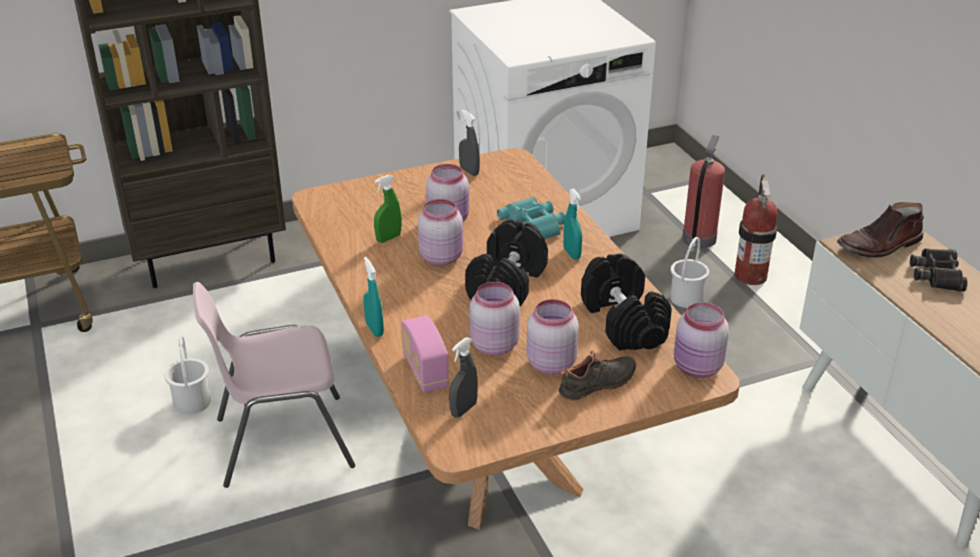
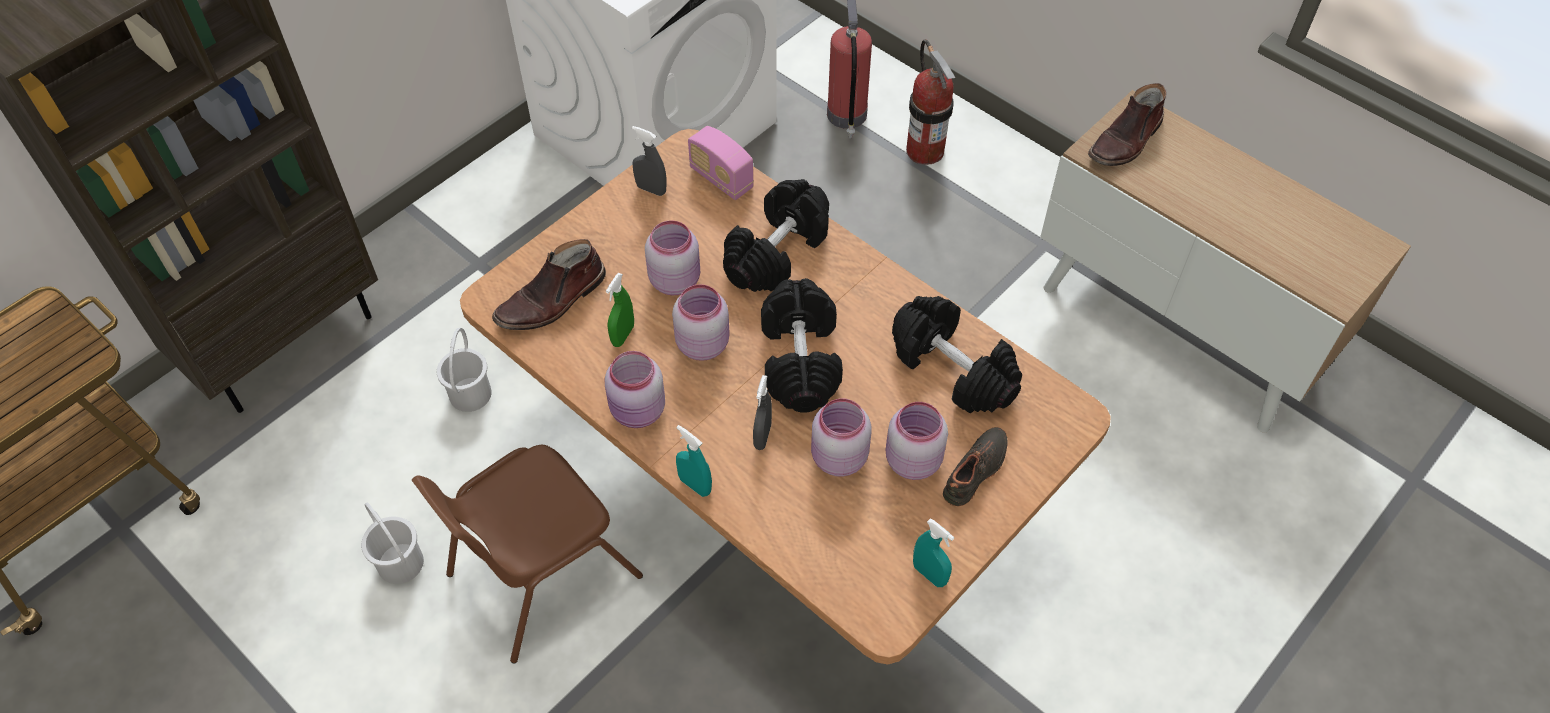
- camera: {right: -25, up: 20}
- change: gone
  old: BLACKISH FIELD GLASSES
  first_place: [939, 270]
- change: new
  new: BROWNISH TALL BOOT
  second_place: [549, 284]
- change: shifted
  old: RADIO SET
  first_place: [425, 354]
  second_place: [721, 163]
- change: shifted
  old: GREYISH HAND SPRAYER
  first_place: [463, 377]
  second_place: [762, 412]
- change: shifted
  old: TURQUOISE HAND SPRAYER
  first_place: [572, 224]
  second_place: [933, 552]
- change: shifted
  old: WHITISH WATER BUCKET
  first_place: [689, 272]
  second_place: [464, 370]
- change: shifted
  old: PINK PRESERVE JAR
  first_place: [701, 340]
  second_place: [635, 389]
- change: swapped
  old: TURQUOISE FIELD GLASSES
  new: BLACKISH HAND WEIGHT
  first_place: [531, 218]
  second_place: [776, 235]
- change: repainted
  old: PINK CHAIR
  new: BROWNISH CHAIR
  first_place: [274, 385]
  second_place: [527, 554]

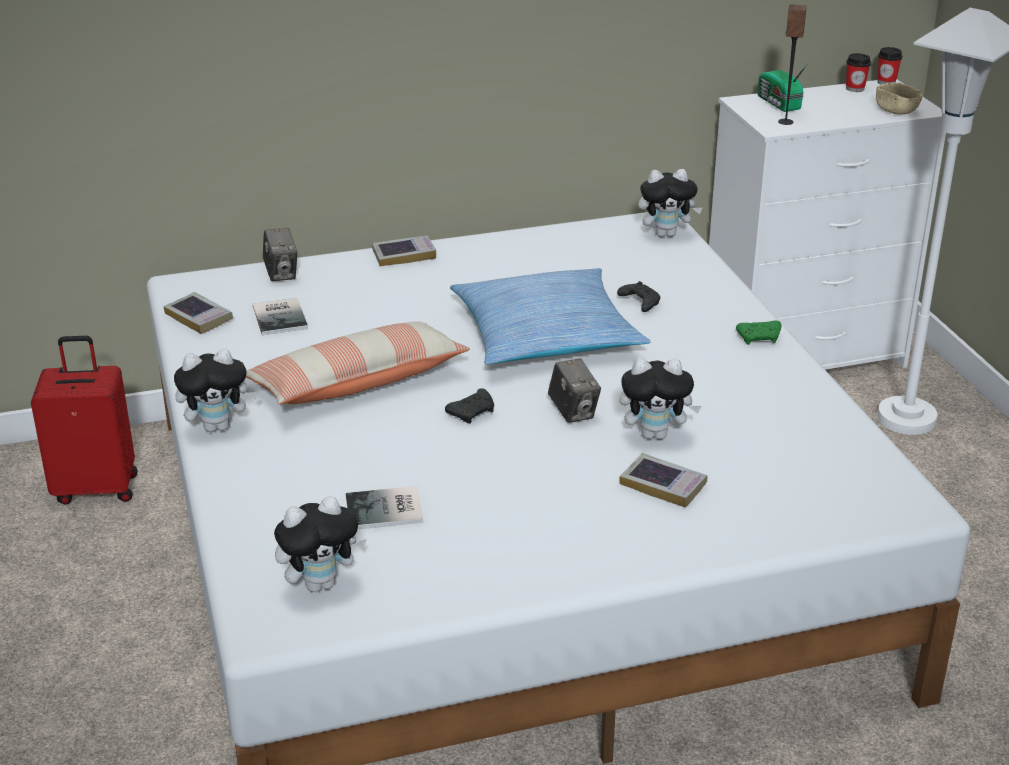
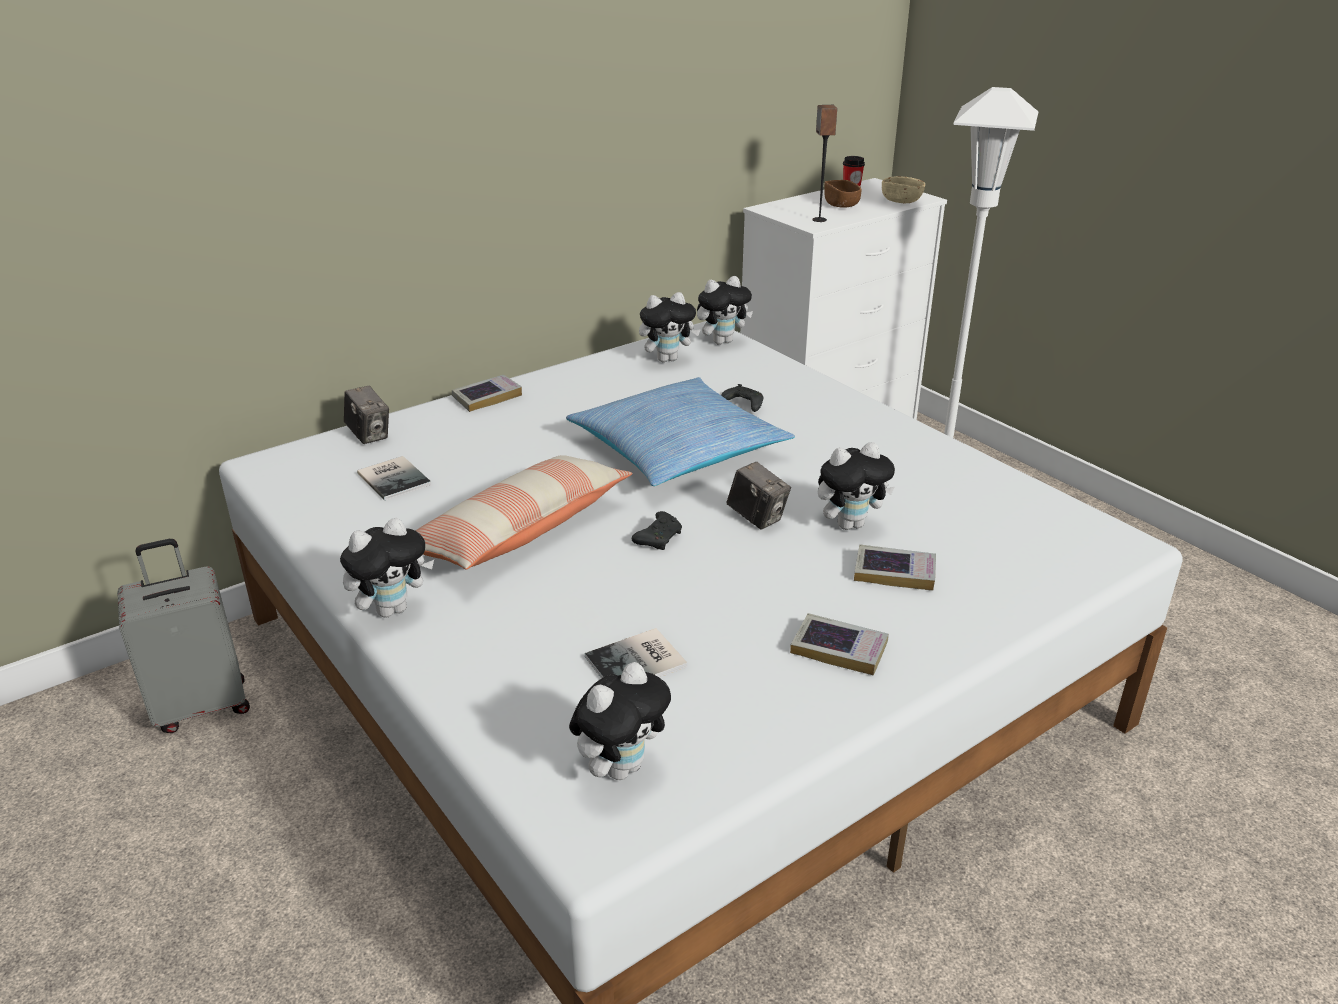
- camera: {right: -20, up: 0}
- change: gone
  old: GREEN GAME CONTROLLER
  first_place: [758, 333]
- change: gone
  old: RADIO SET
  first_place: [783, 87]
- change: gone
  old: DRINKING CUP
  first_place: [889, 65]
- change: new
  new: SOFT TOY
  second_place: [670, 327]
- change: new
  new: BROWNISH DEEP DISH
  second_place: [843, 194]
- change: shifted
  old: BOUND BOOK
  first_place: [198, 313]
  second_place: [839, 644]
- change: repainted
  old: REDDISH SUITCASE
  new: GREYISH SUITCASE
  first_place: [84, 420]
  second_place: [183, 636]

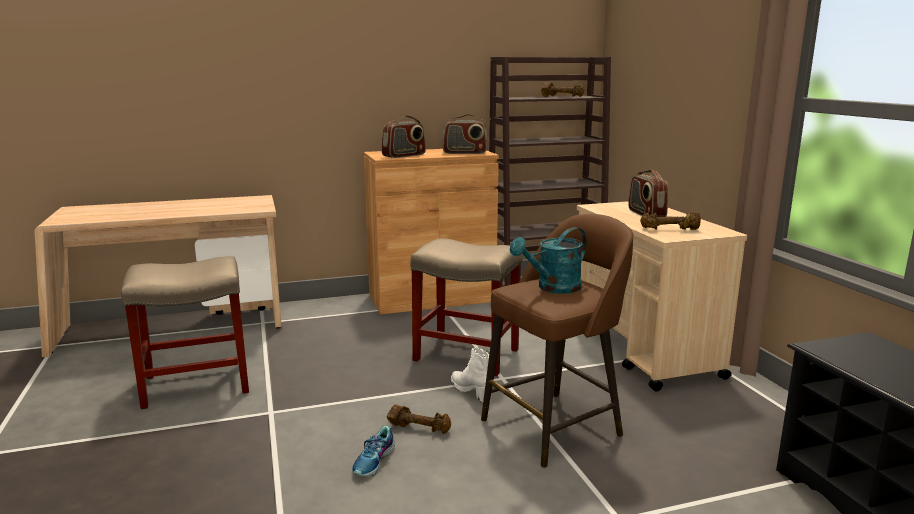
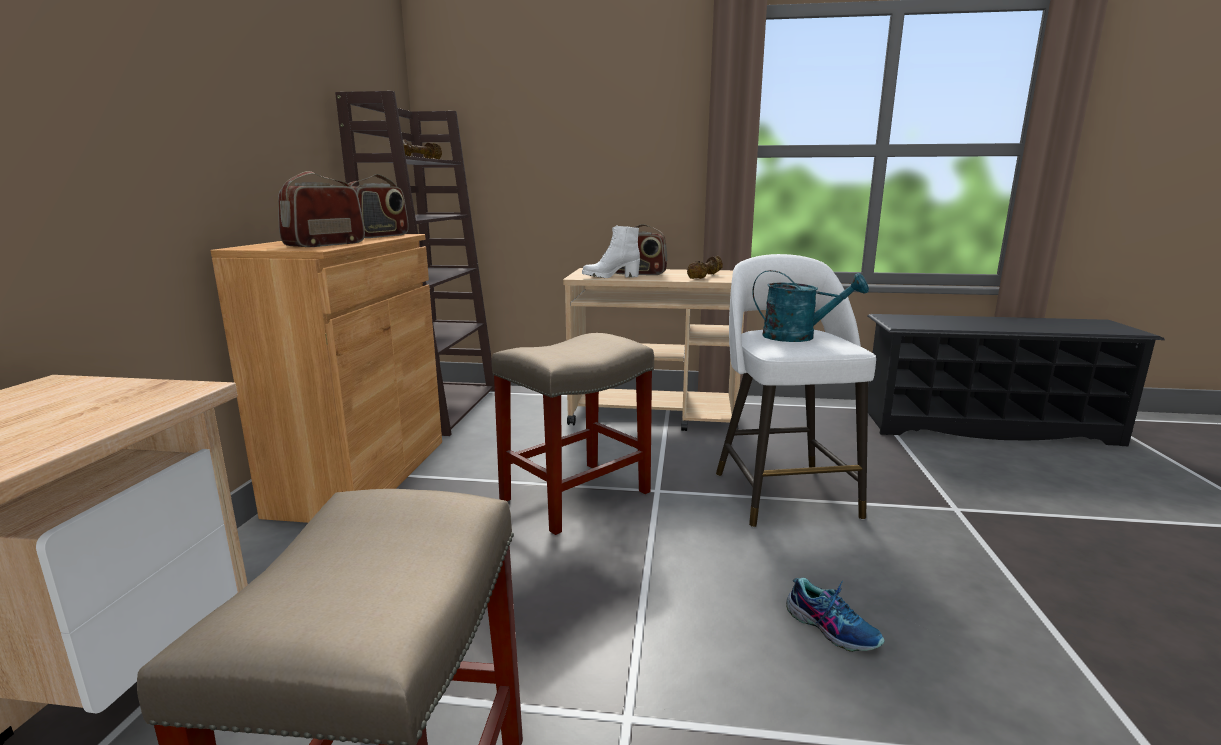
- camera: {right: -65, up: 0}
- change: gone
  old: BROWNISH HAND WEIGHT
  first_place: [419, 419]
- change: shifted
  old: WHITISH TALL BOOT
  first_place: [471, 374]
  second_place: [611, 251]
- change: repainted
  old: BROWNISH STOOL
  new: WHITISH STOOL
  first_place: [557, 341]
  second_place: [796, 390]
- change: rotated
  old: RADIO SET
  first_place: [404, 136]
  second_place: [321, 209]
  degrees: -135
- change: rotated
  old: TURQUOISE SPRINKLING CAN
  first_place: [548, 260]
  second_place: [810, 306]
  degrees: -60

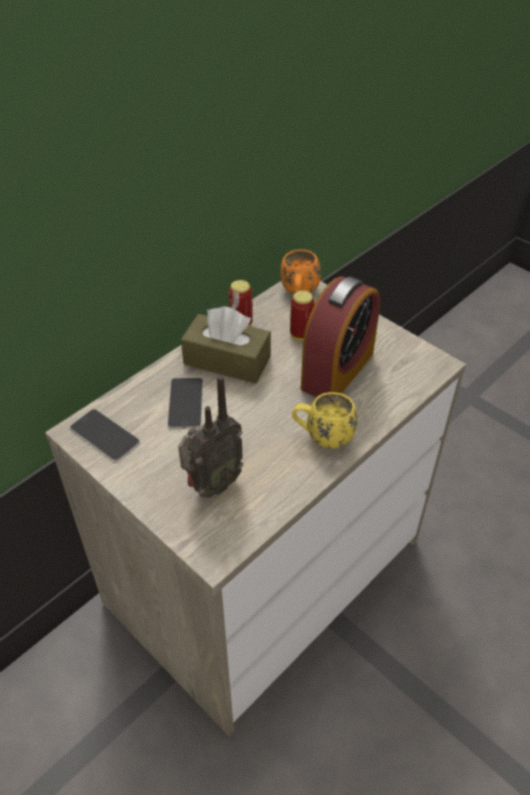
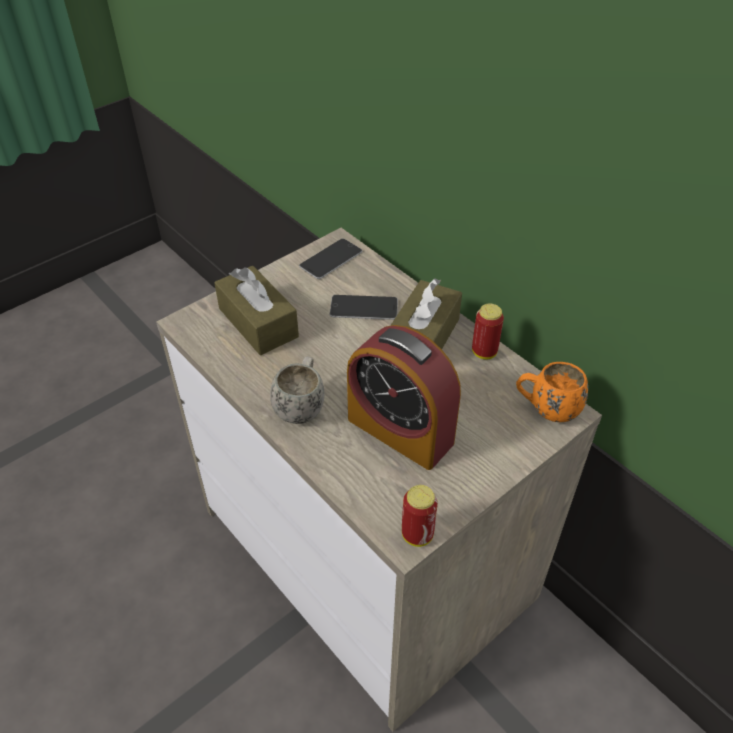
- camera: {right: 95, up: 0}
- change: shifted
  old: METAL CAN
  first_place: [302, 315]
  second_place: [420, 516]
- change: swapped
  old: RADIO SET
  new: BROWNISH TISSUE HOLDER
  first_place: [210, 436]
  second_place: [256, 310]
- change: repainted
  old: YELLOW TEA MUG
  new: WHITISH TEA MUG
  first_place: [324, 420]
  second_place: [297, 390]

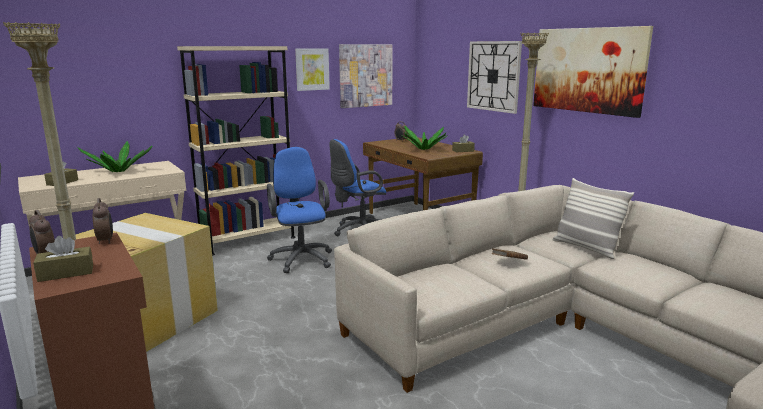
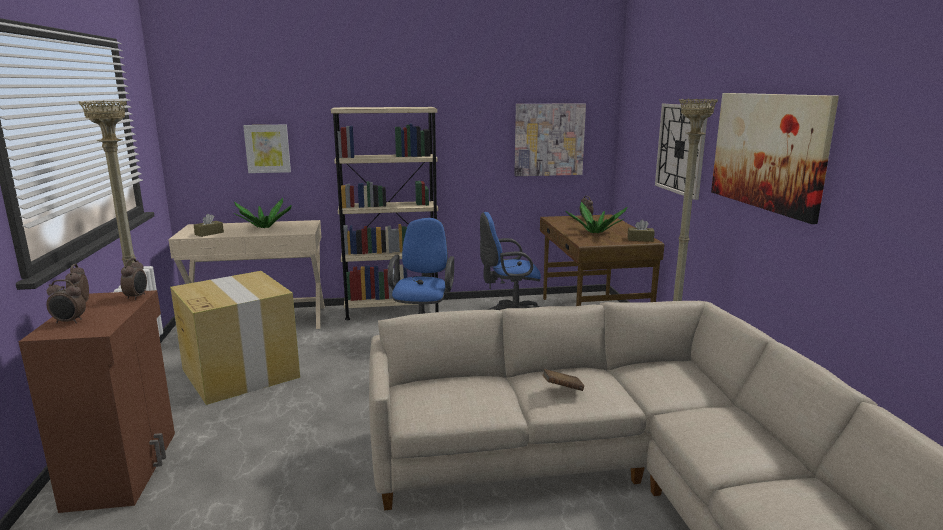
- camera: {right: 25, up: 0}
- change: gone
  old: CUSHION
  first_place: [593, 218]
- change: shifted
  old: PICTURE
  first_place: [312, 69]
  second_place: [267, 149]
- change: swapped
  old: BROWNISH TISSUE HOLDER
  new: ALARM CLOCK
  first_place: [63, 259]
  second_place: [66, 301]

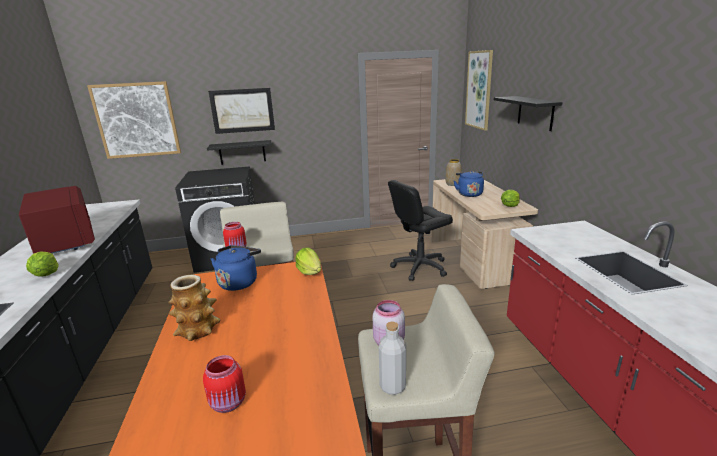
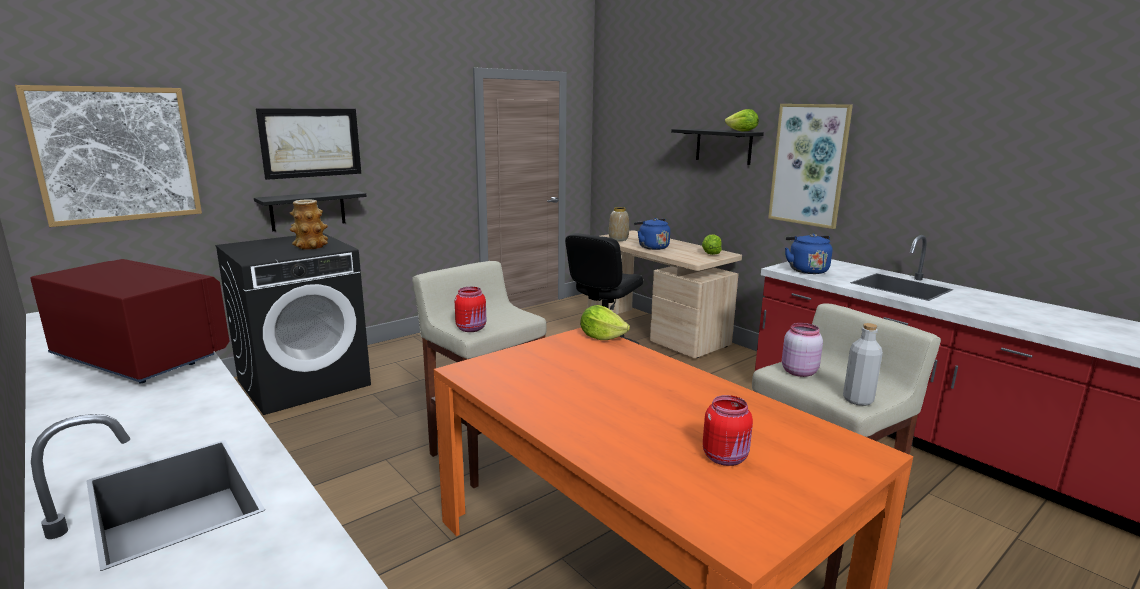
- camera: {right: -30, up: -5}
- change: shifted
  old: LETTUCE HEAD
  first_place: [42, 264]
  second_place: [742, 120]
- change: shifted
  old: FLOWER VASE
  first_place: [194, 308]
  second_place: [308, 224]
- change: shifted
  old: BLUE-COLOURED TEA KETTLE
  first_place: [236, 268]
  second_place: [809, 254]
- change: shifted
  old: PICTURE
  first_place: [479, 90]
  second_place: [810, 166]

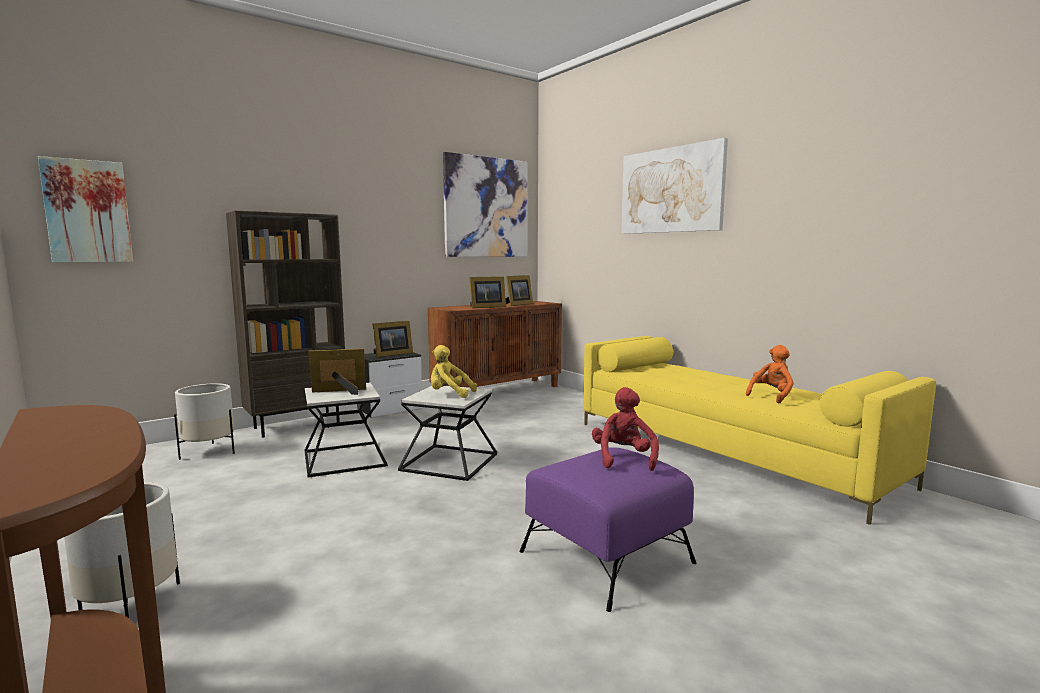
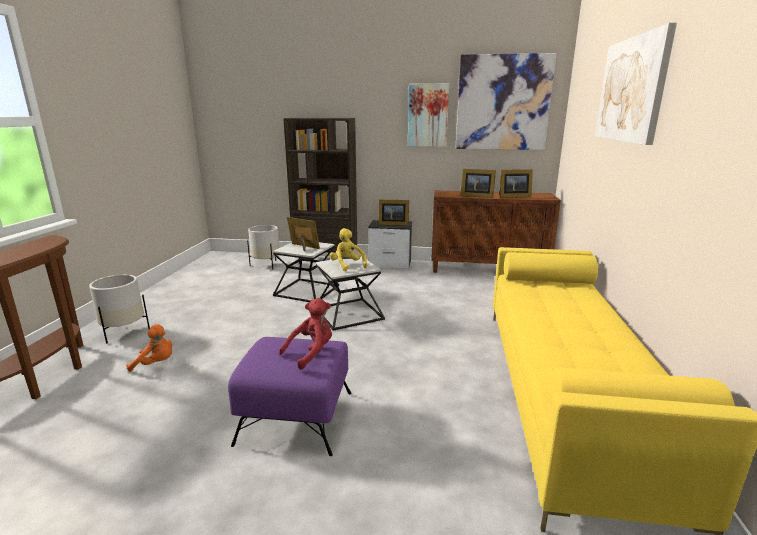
- camera: {right: 45, up: 10}
- change: shifted
  old: PICTURE
  first_place: [85, 209]
  second_place: [428, 115]
- change: shifted
  old: ORANGE SOFT TOY
  first_place: [769, 374]
  second_place: [149, 348]

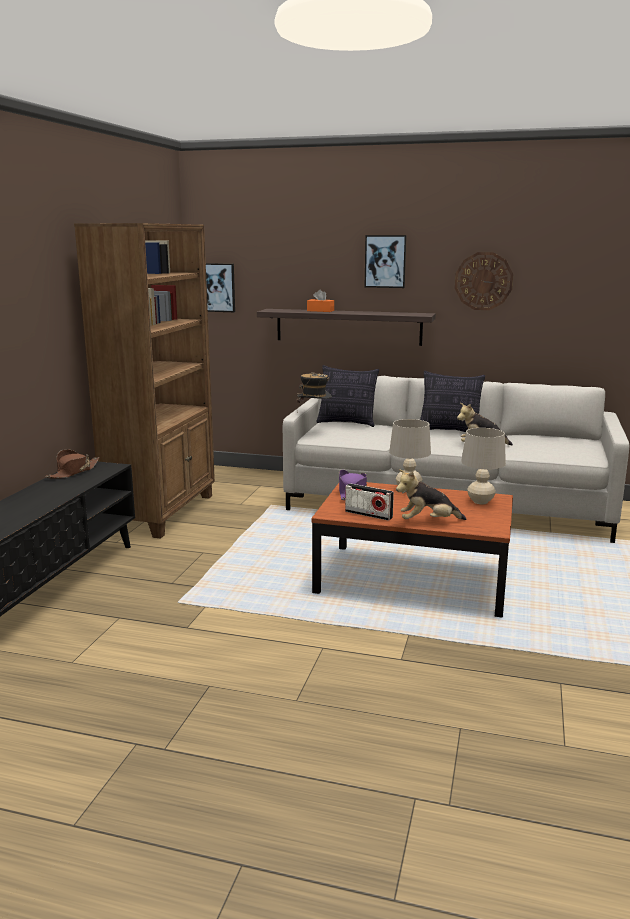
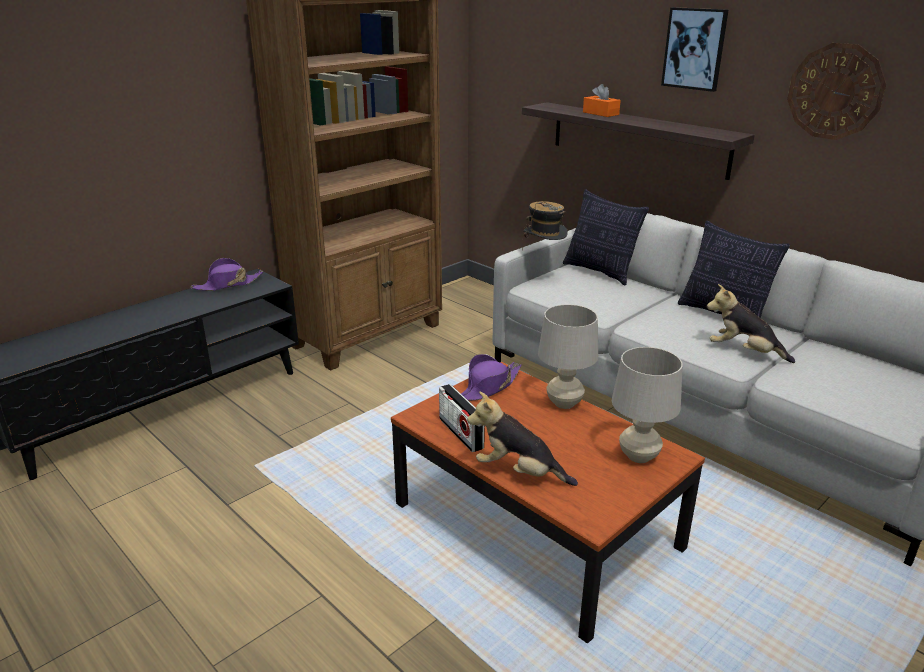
- camera: {right: 30, up: 10}
- change: gone
  old: PICTURE
  first_place: [220, 287]
- change: repainted
  old: BROWNISH CLOTHING HAT
  new: PURPLE CLOTHING HAT
  first_place: [72, 464]
  second_place: [227, 274]

